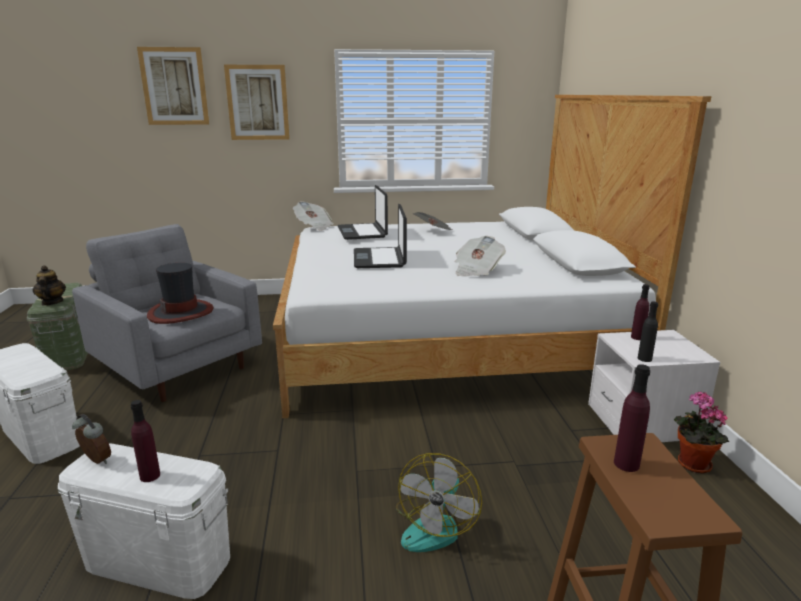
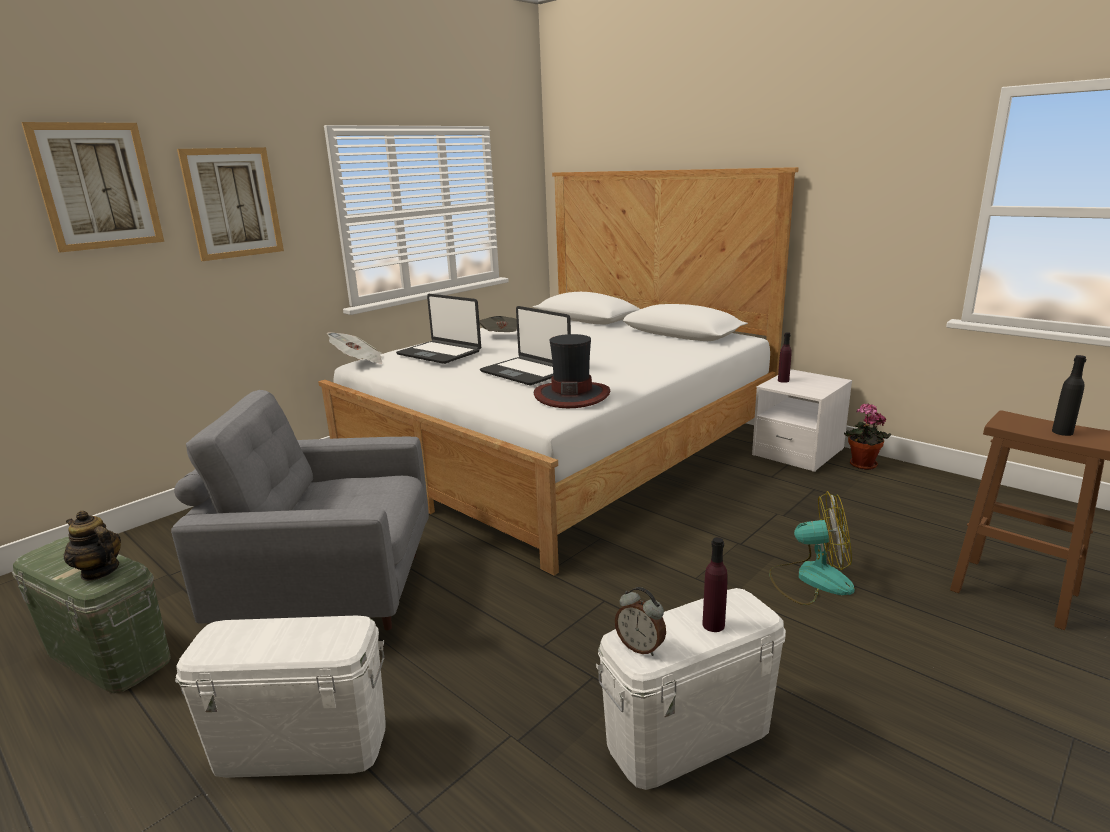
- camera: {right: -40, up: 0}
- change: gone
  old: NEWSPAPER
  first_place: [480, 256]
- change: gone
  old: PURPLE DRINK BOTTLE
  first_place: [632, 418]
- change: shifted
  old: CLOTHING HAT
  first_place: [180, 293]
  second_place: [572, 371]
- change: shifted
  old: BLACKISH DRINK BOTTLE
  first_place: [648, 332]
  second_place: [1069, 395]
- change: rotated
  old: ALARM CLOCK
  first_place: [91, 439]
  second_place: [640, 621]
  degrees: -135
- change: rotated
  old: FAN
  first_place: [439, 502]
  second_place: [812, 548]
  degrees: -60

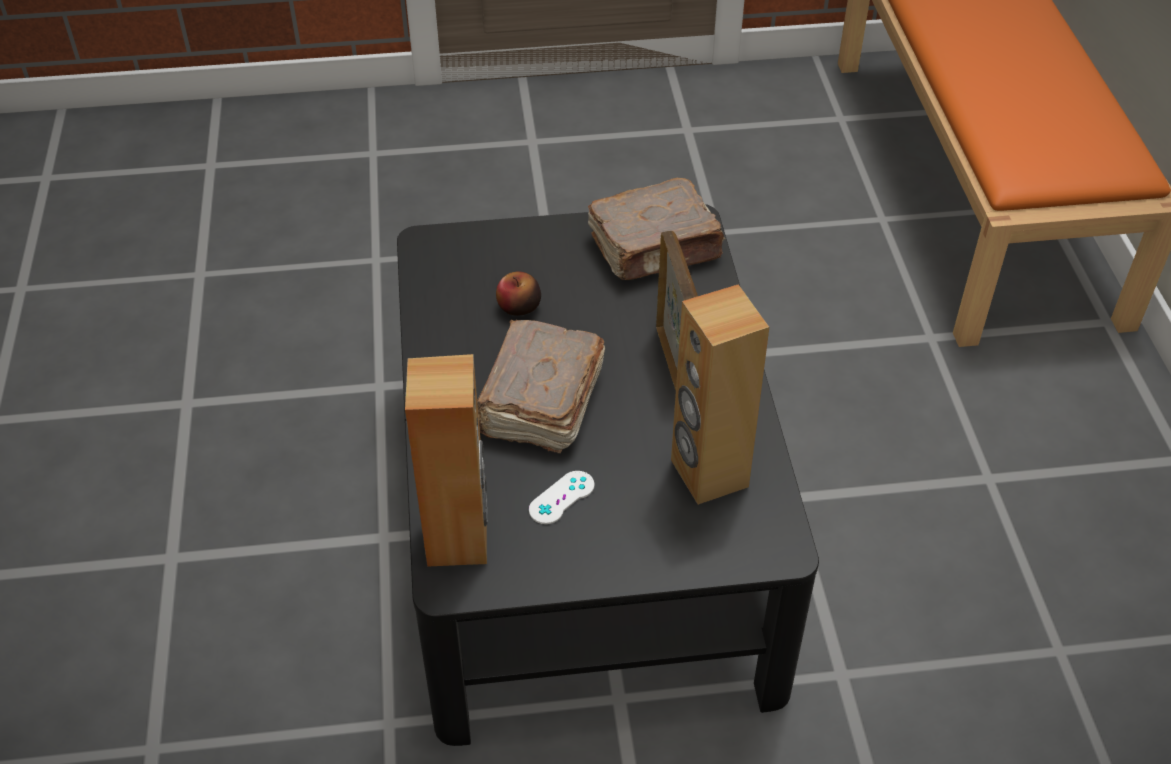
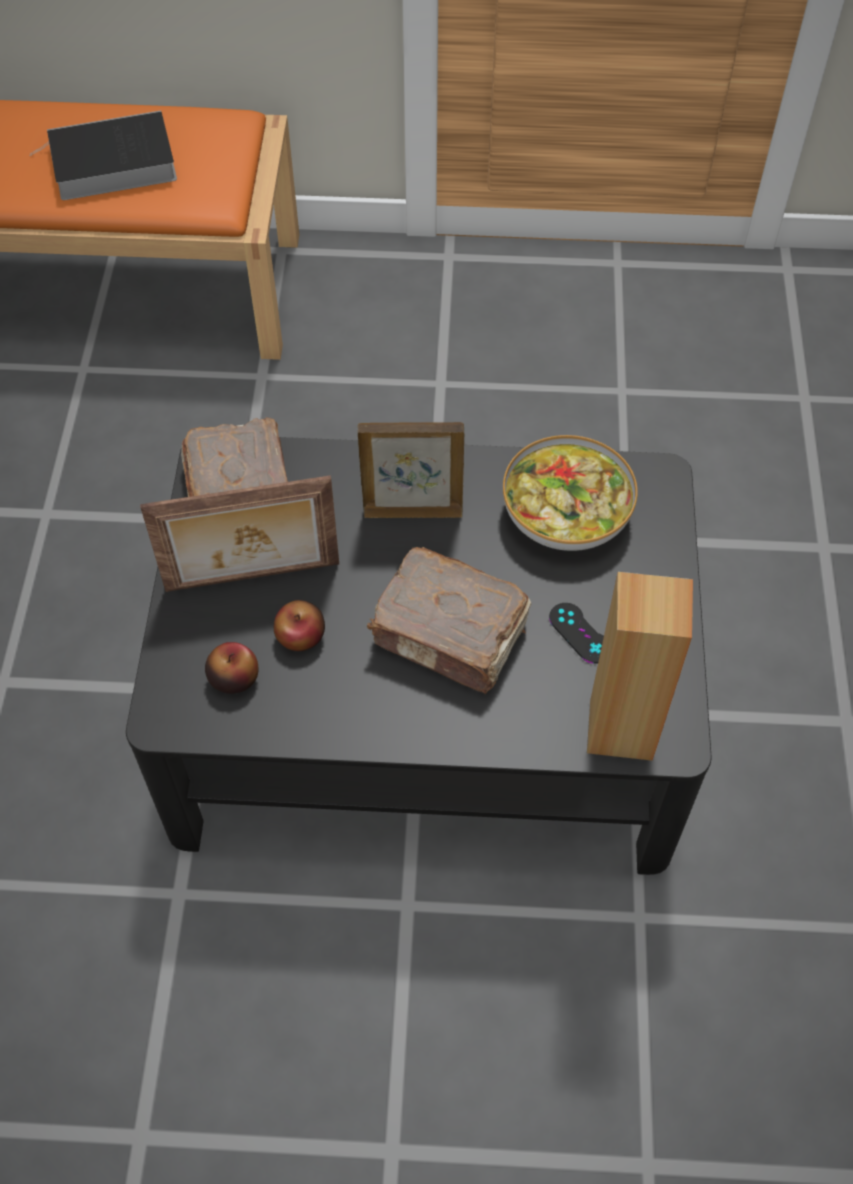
- camera: {right: -80, up: 10}
- change: new
  new: BOUND BOOK
  second_place: [103, 155]
- change: new
  new: PHOTO FRAME
  second_place: [239, 533]
- change: new
  new: APPLE
  second_place: [231, 668]
- change: swapped
  old: BROWNISH SPEAKER
  new: DEEP DISH
  first_place: [720, 394]
  second_place: [570, 493]
- change: repainted
  old: WHITISH GAME CONTROLLER
  new: BLACKISH GAME CONTROLLER
  first_place: [561, 497]
  second_place: [576, 633]

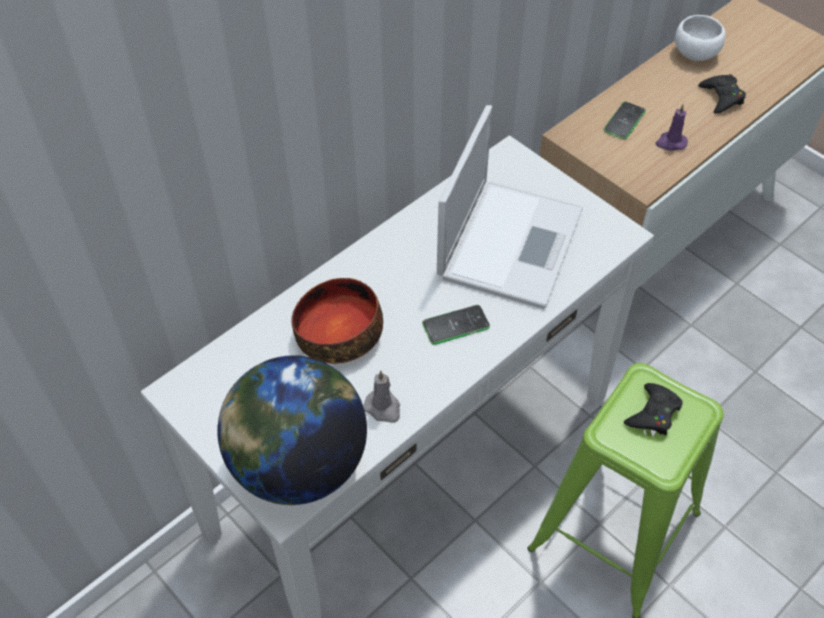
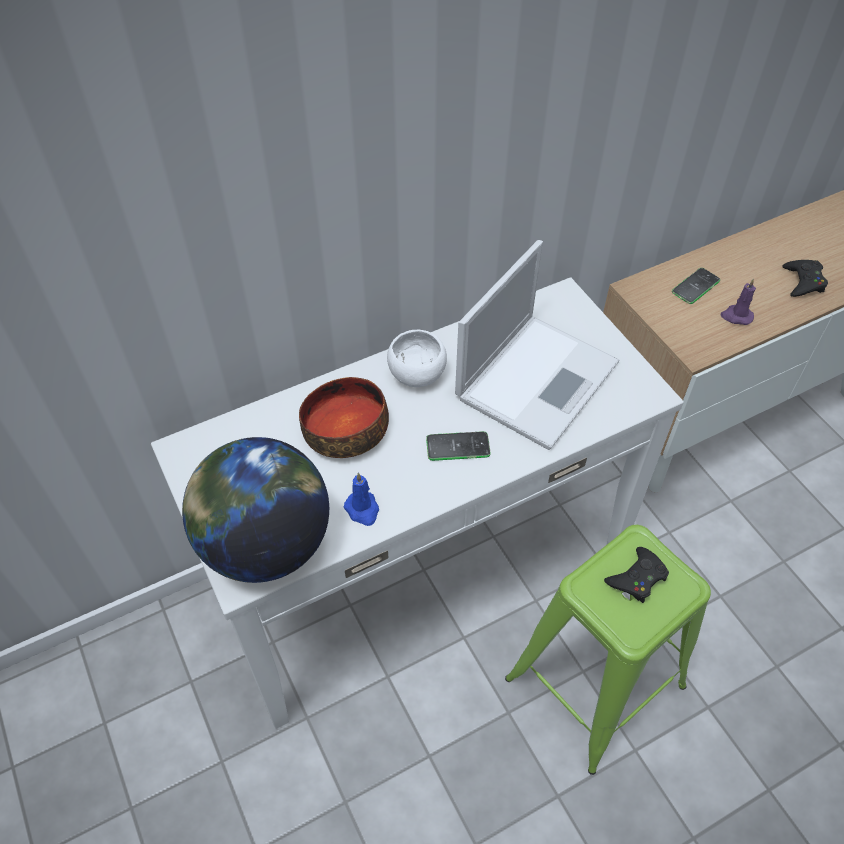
- camera: {right: 15, up: 0}
- change: shifted
  old: WHITISH DEEP DISH
  first_place: [700, 38]
  second_place: [417, 358]
- change: repainted
  old: GREYISH WAX LIGHT
  new: BLUE-COLOURED WAX LIGHT
  first_place: [382, 396]
  second_place: [361, 499]

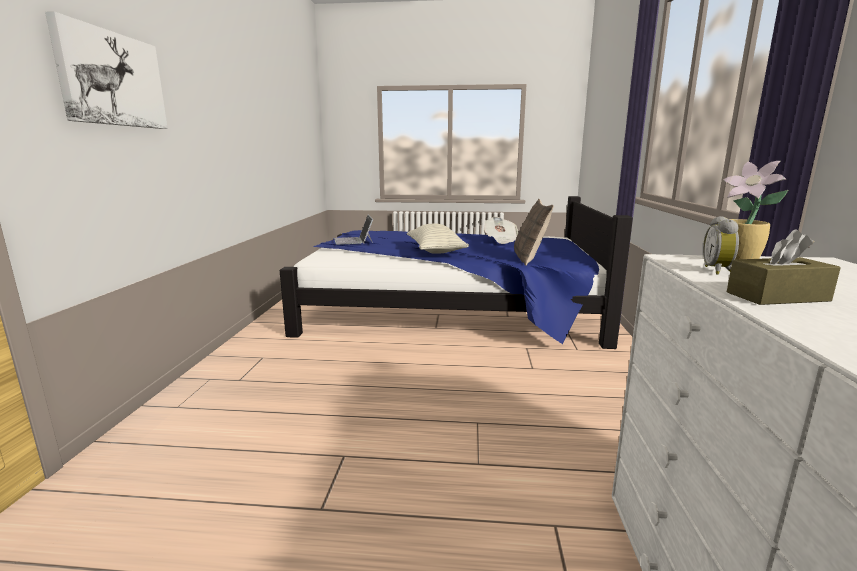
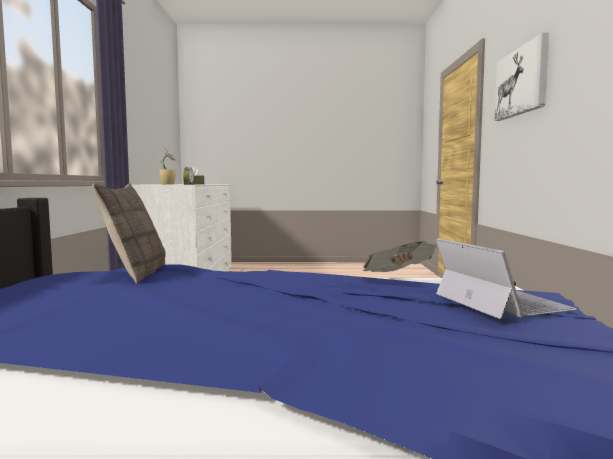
- camera: {right: 175, up: -10}
- change: gone
  old: CUSHION
  first_place: [438, 238]
- change: shifted
  old: NEWSPAPER
  first_place: [501, 230]
  second_place: [400, 256]

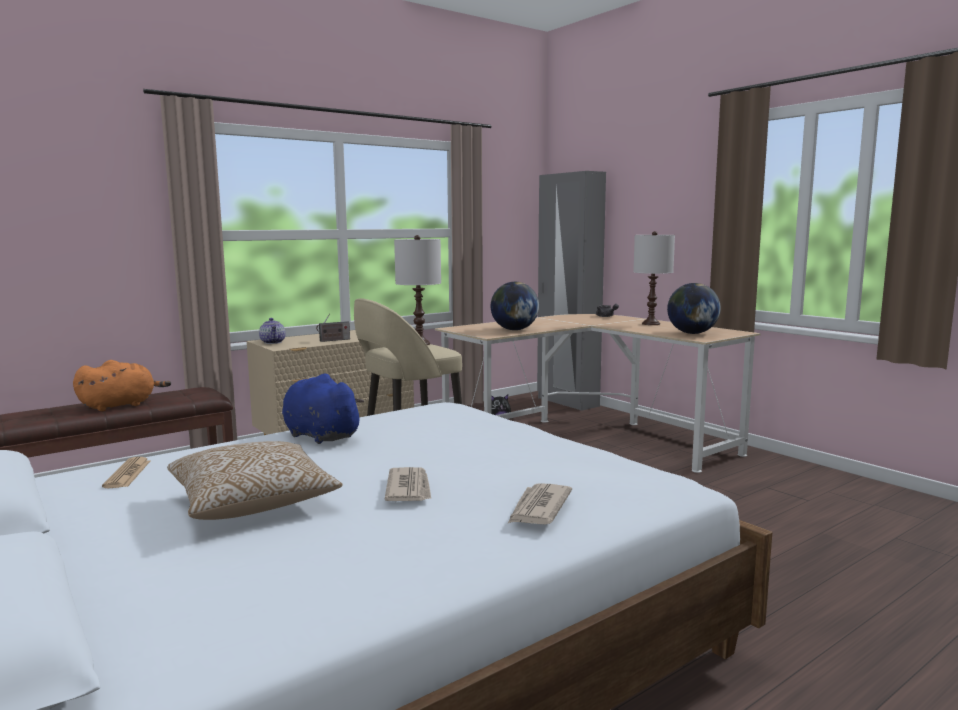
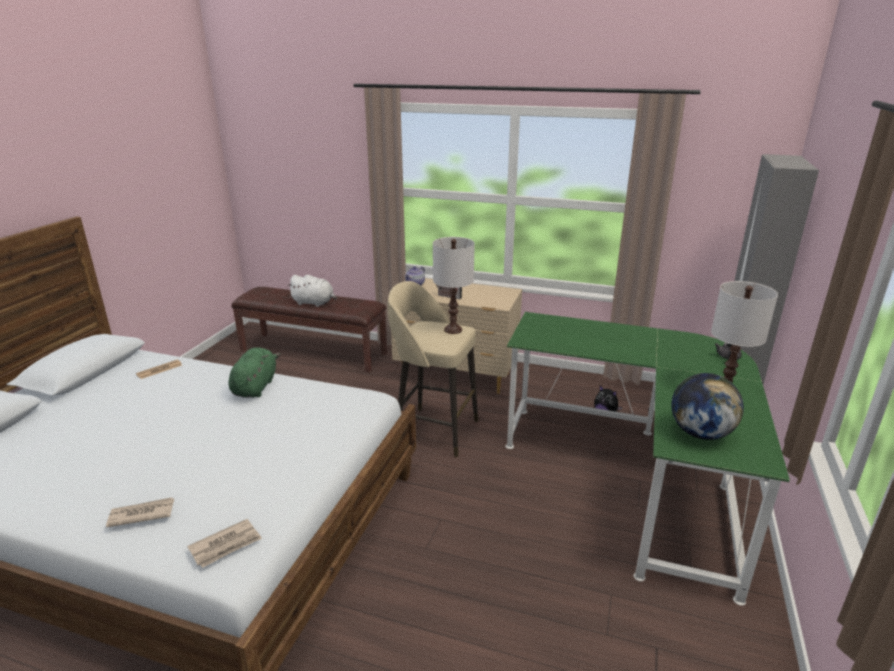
- camera: {right: 55, up: 15}
- change: gone
  old: CUSHION
  first_place: [255, 480]
- change: gone
  old: WORLD GLOBE
  first_place: [515, 306]
- change: shifted
  old: NEWSPAPER
  first_place: [407, 484]
  second_place: [224, 543]
- change: repainted
  old: ORANGE SOFT TOY
  new: WHITISH SOFT TOY
  first_place: [122, 385]
  second_place: [312, 291]
- change: repainted
  old: BLUE-COLOURED SOFT TOY
  new: GREEN SOFT TOY
  first_place: [323, 409]
  second_place: [255, 372]
- change: repainted
  old: SAND-COLOURED DESK TABLE
  new: GREEN DESK TABLE
  first_place: [598, 393]
  second_place: [647, 459]

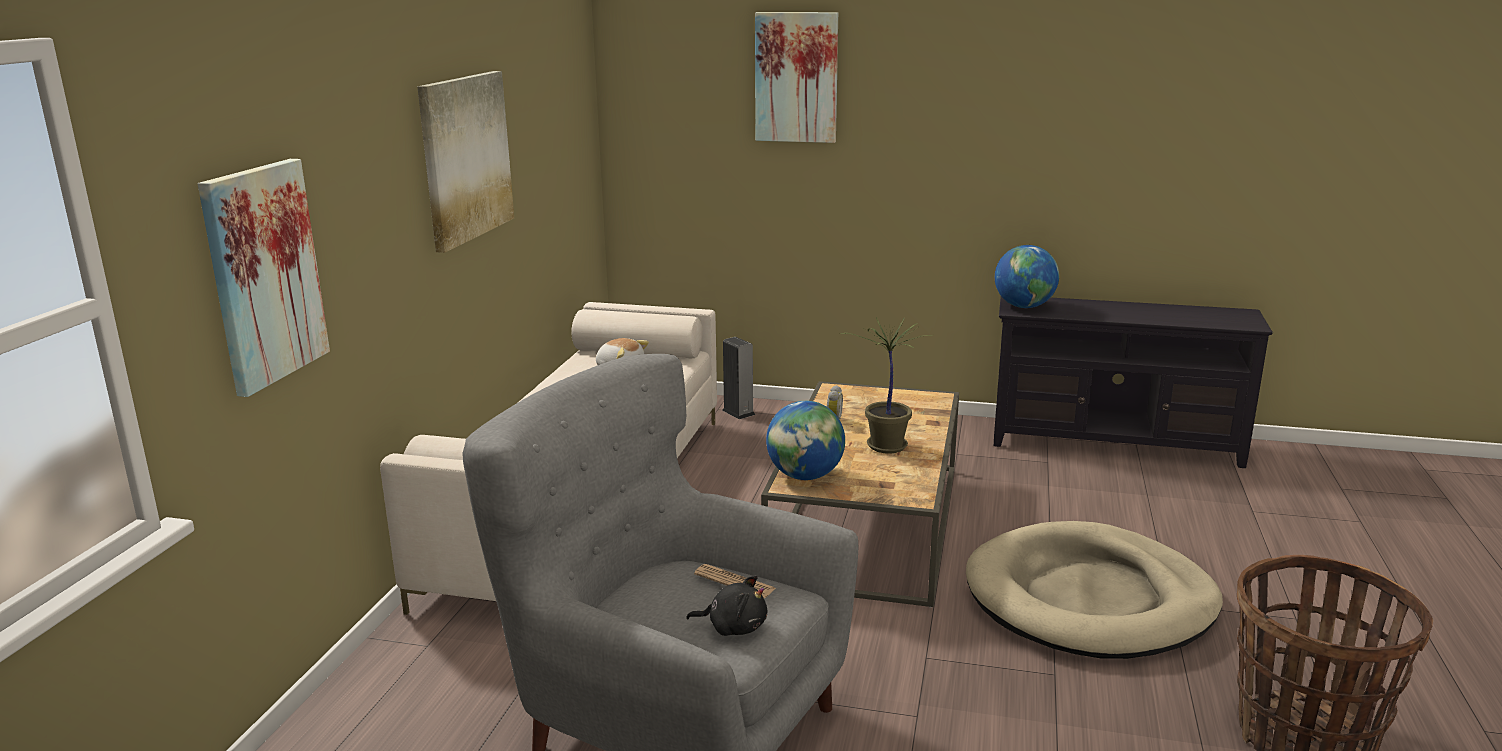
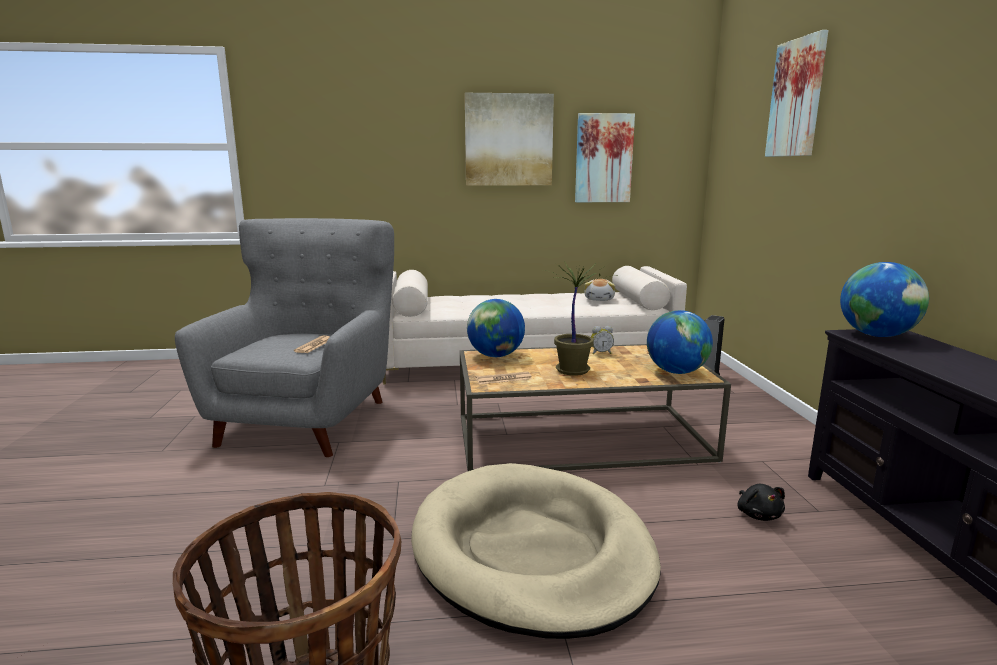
- camera: {right: 70, up: -5}
- change: new
  new: NEWSPAPER
  second_place: [504, 378]
- change: new
  new: WORLD GLOBE
  second_place: [680, 342]
- change: shifted
  old: PICTURE
  first_place: [264, 278]
  second_place: [605, 157]
- change: shifted
  old: BLACKISH SOFT TOY
  first_place: [726, 605]
  second_place: [761, 502]

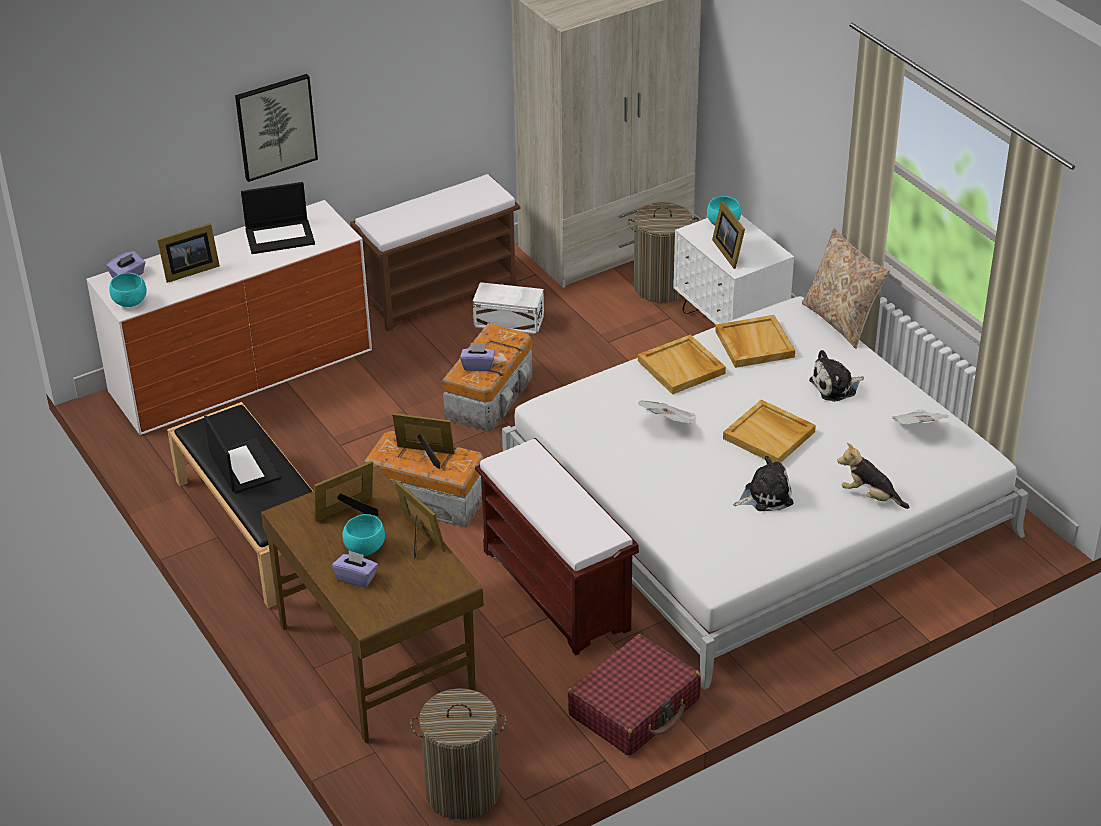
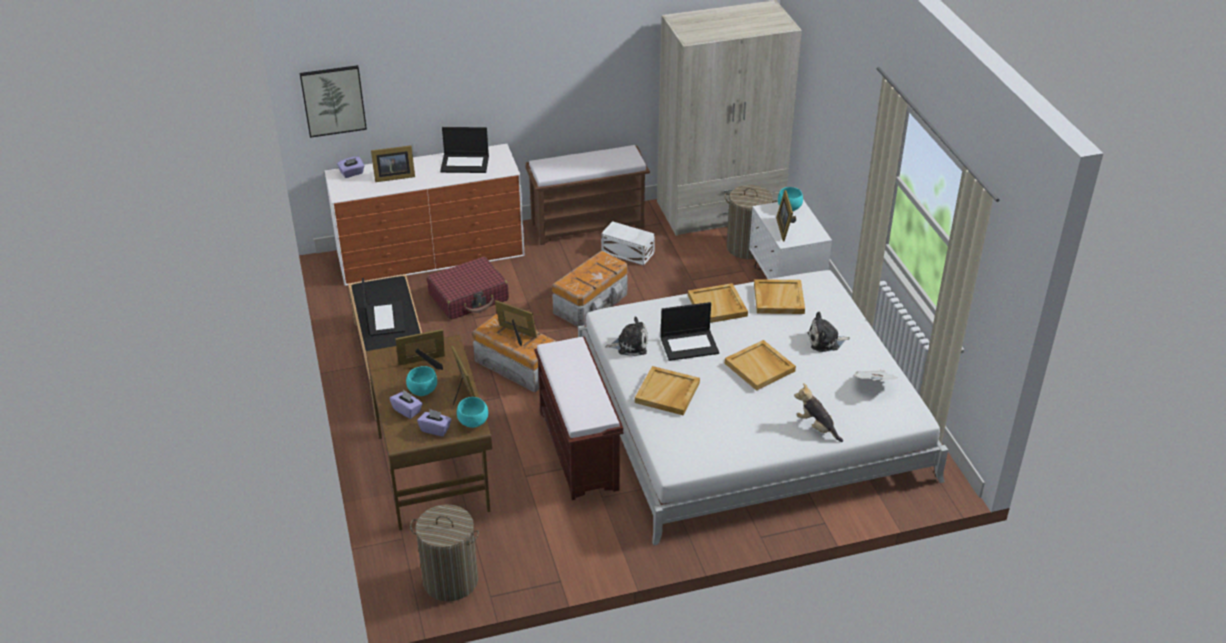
- camera: {right: 15, up: 0}
- change: gone
  old: SAND-COLOURED CUSHION
  first_place: [846, 288]
- change: new
  new: SAND-COLOURED SERVING TRAY
  second_place: [667, 390]
- change: shifted
  old: TURQUOISE DEEP DISH
  first_place: [128, 290]
  second_place: [472, 412]
- change: shifted
  old: PICTURE
  first_place: [276, 128]
  second_place: [333, 101]
- change: shifted
  old: PURPLE TISSUE HOLDER
  first_place: [477, 357]
  second_place: [434, 423]
- change: shifted
  old: REDDISH SUITCASE
  first_place: [634, 695]
  second_place: [468, 288]
- change: shifted
  old: SOFT TOY
  first_place: [764, 483]
  second_place: [626, 336]
- change: swapped
  old: NEWSPAPER
  new: PORTABLE COMPUTER
  first_place: [667, 412]
  second_place: [690, 331]

